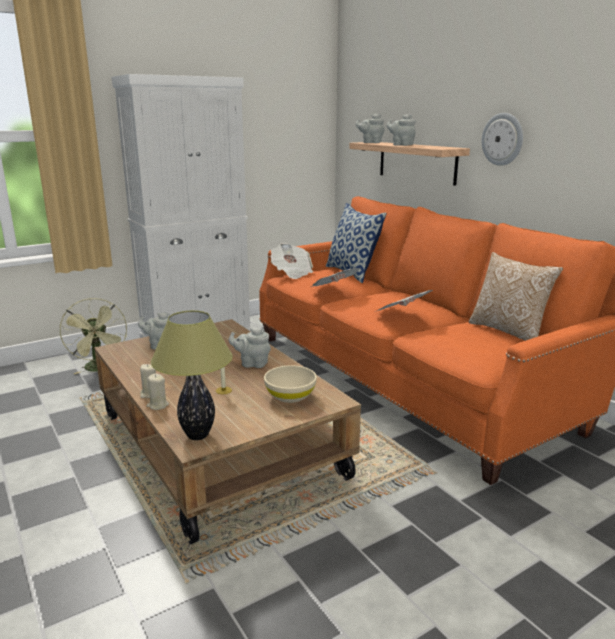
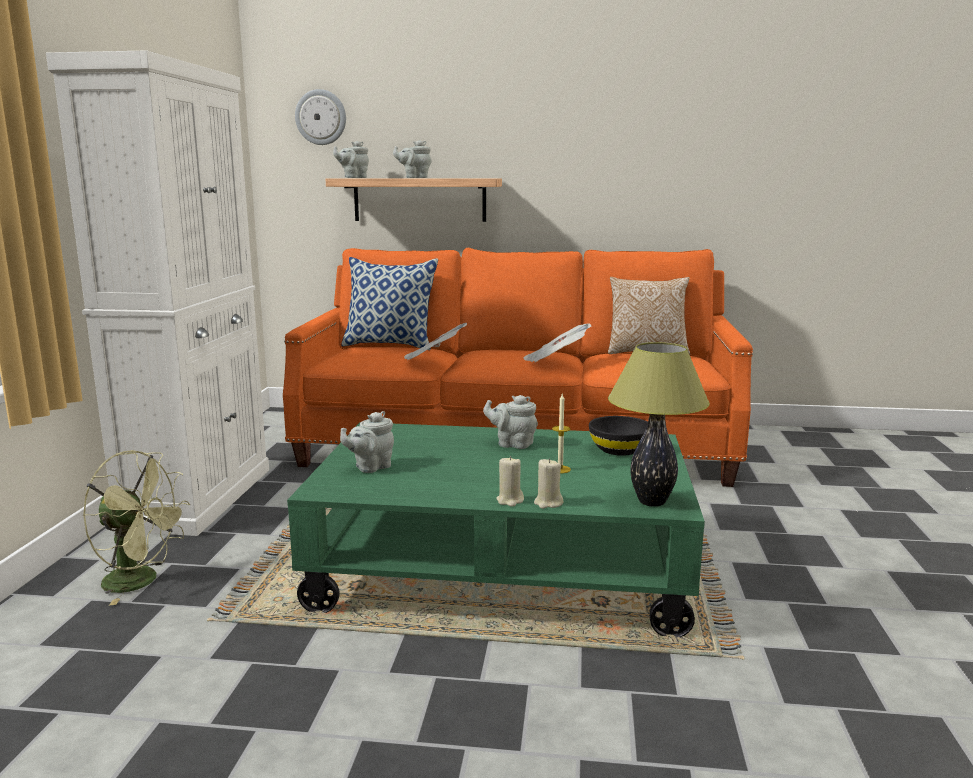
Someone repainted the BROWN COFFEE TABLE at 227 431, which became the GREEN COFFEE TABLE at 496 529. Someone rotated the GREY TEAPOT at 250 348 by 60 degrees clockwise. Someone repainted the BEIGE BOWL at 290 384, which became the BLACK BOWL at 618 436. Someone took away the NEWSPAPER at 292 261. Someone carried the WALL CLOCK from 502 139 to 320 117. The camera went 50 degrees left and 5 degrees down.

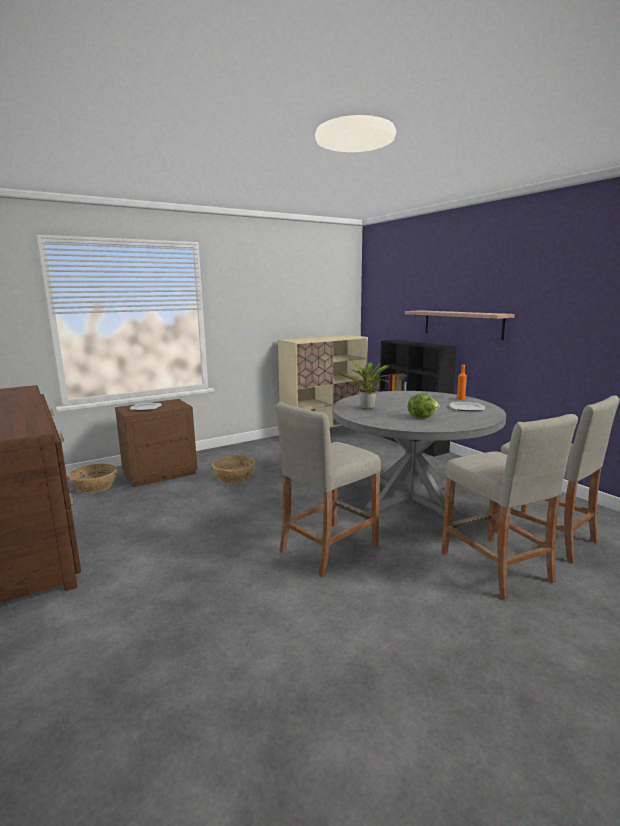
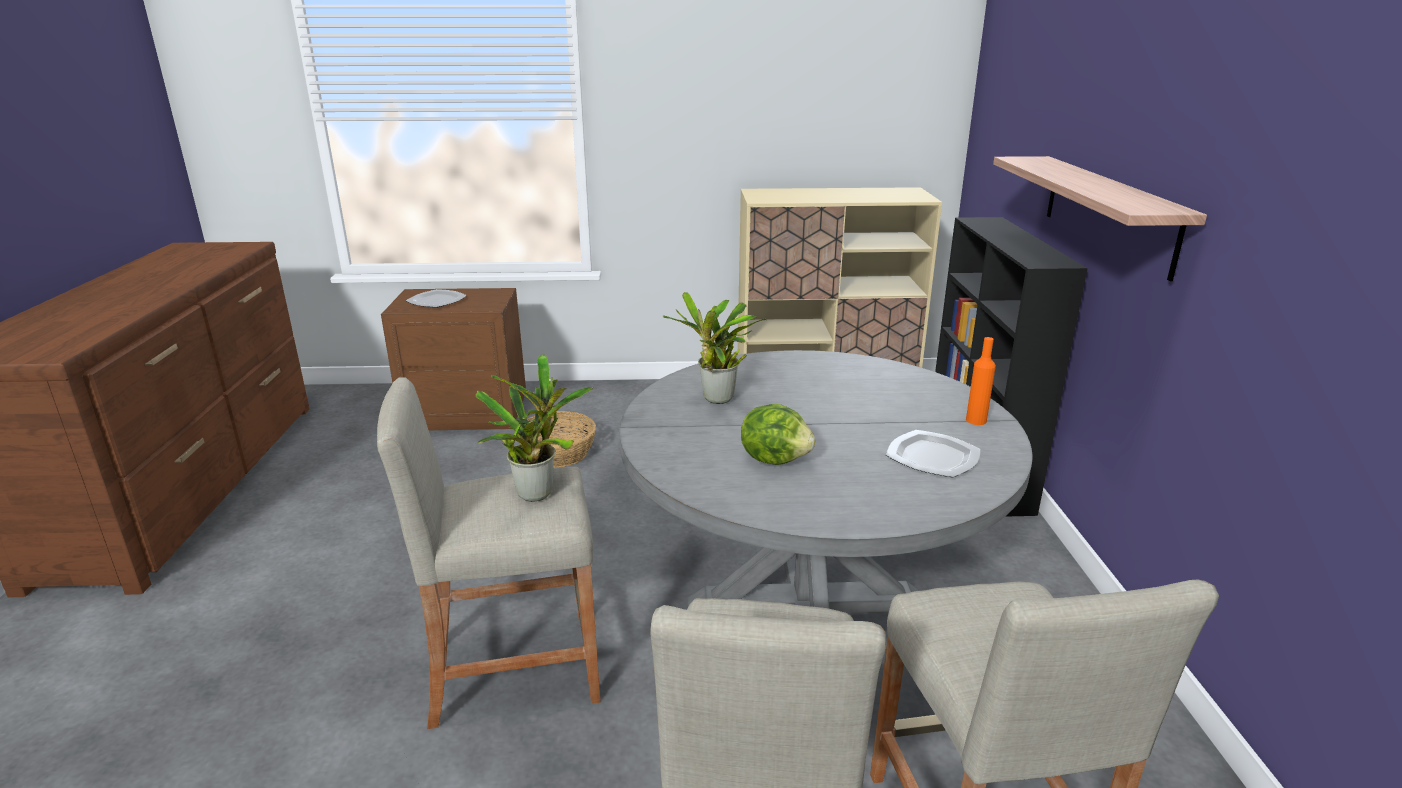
Someone took away the BASKET at 93 478. Someone put down the POTTED PLANT at 534 428. The camera went 30 degrees right and 10 degrees up.

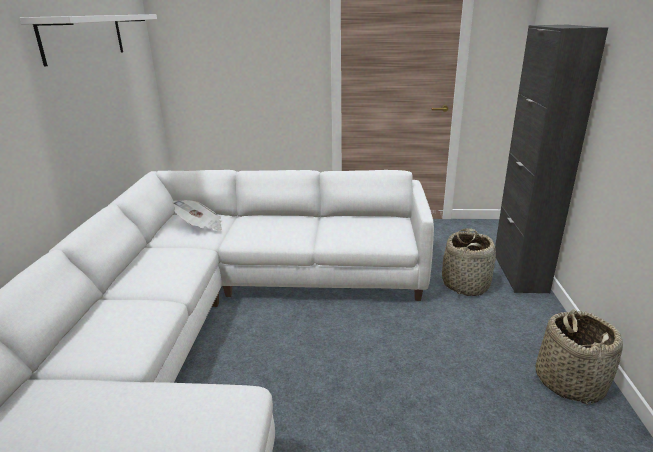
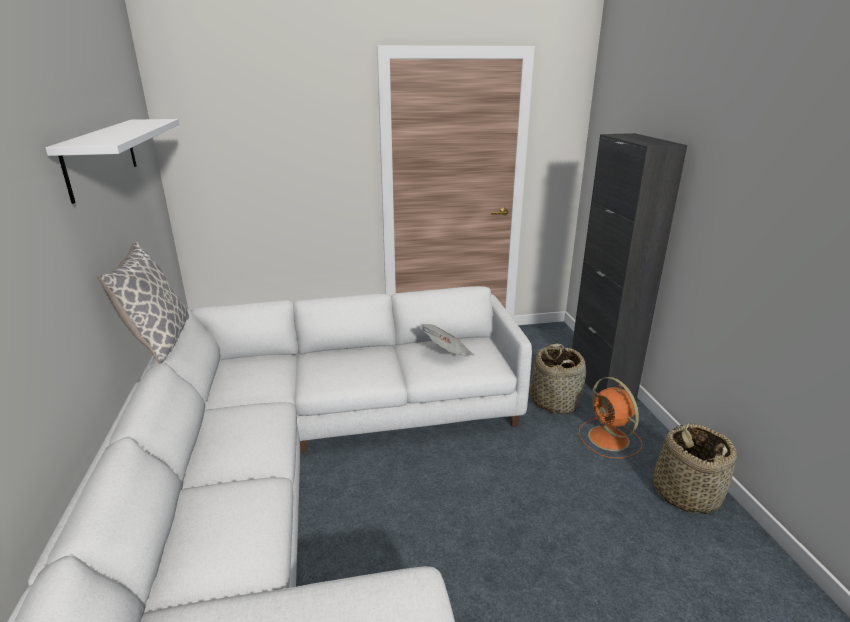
Someone carried the NEWSPAPER from 197 215 to 447 339. Someone put down the PILLOW at 143 303. Someone put down the ORANGE FAN at 611 418. The camera went 15 degrees left and 0 degrees up.

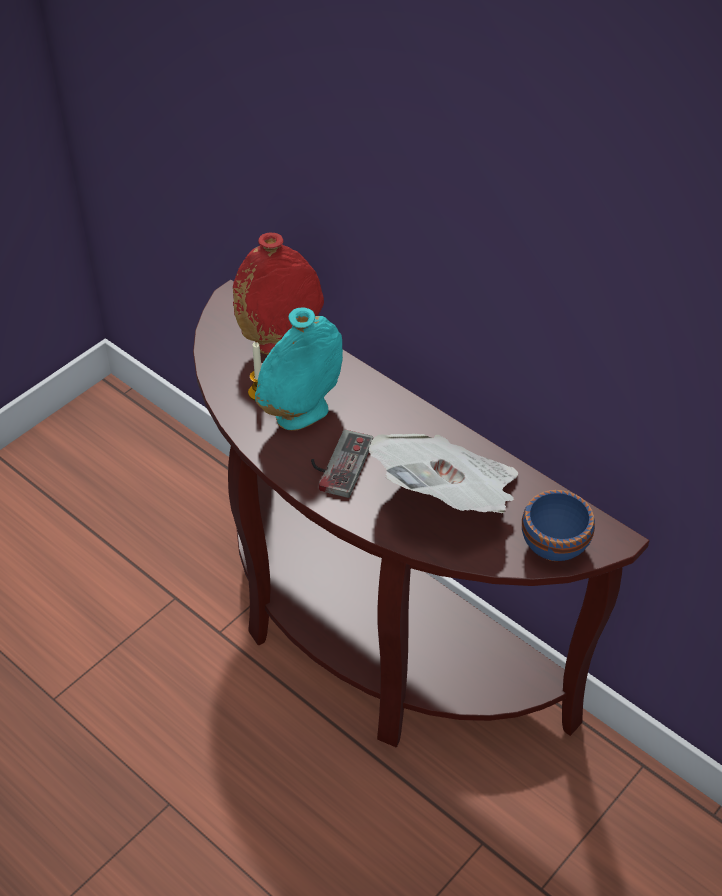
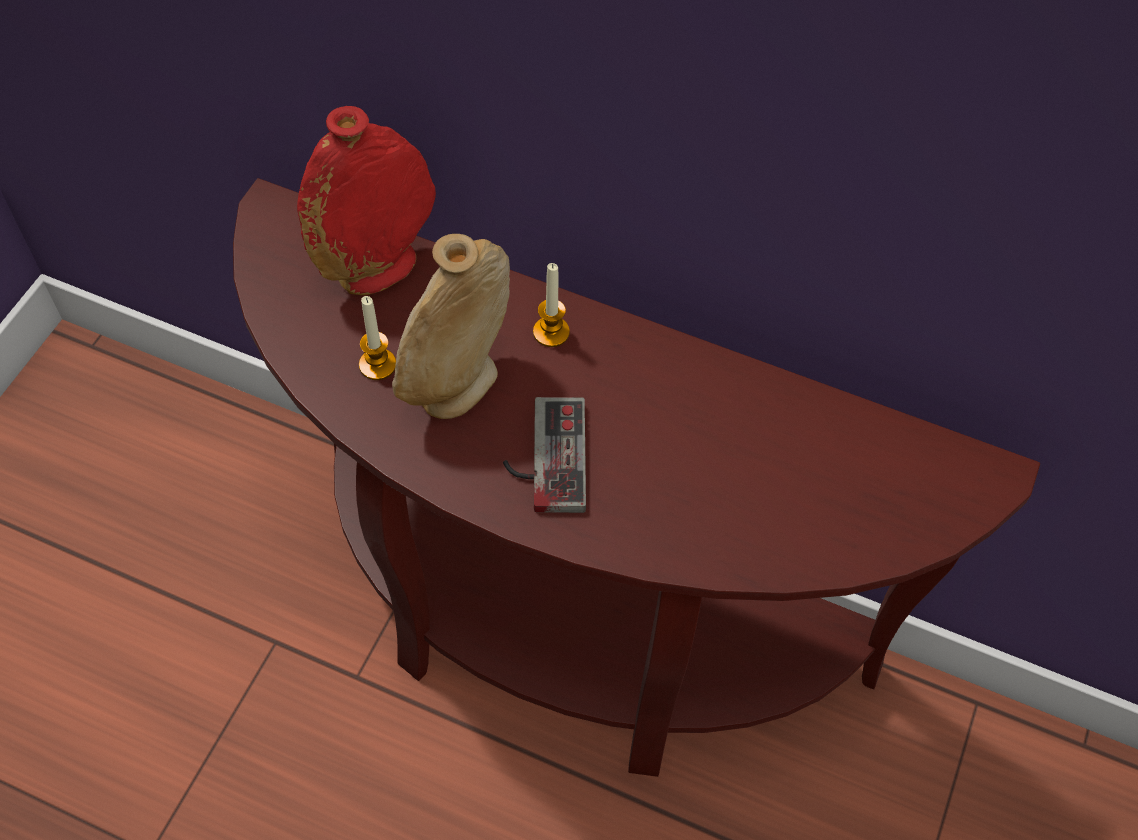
Someone repainted the TURQUOISE VASE at 299 369, which became the BEIGE VASE at 451 326. Someone took away the NEWSPAPER at 444 474. Someone took away the BLUE BOWL at 558 525. Someone put down the CANDLE at 551 305. The camera went 20 degrees left and 10 degrees up.

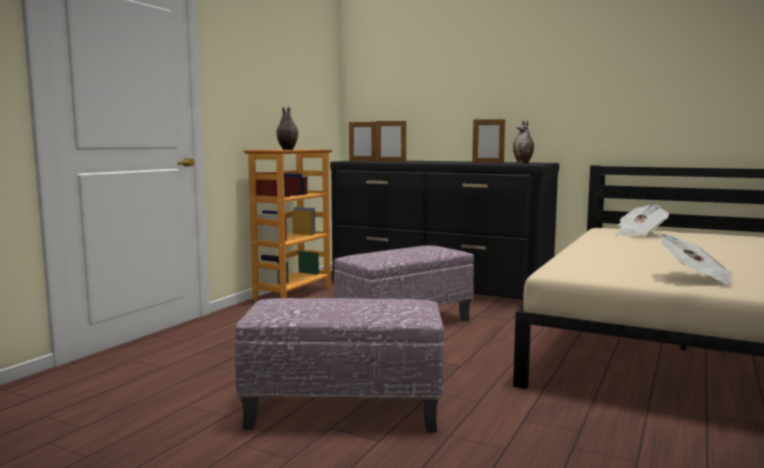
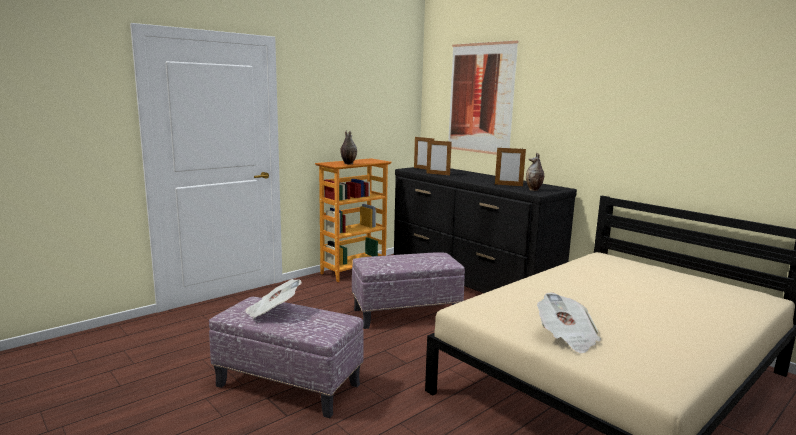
Someone carried the NEWSPAPER from 642 220 to 273 299. Someone put up the PICTURE at 483 97. The camera went 20 degrees right and 5 degrees up.

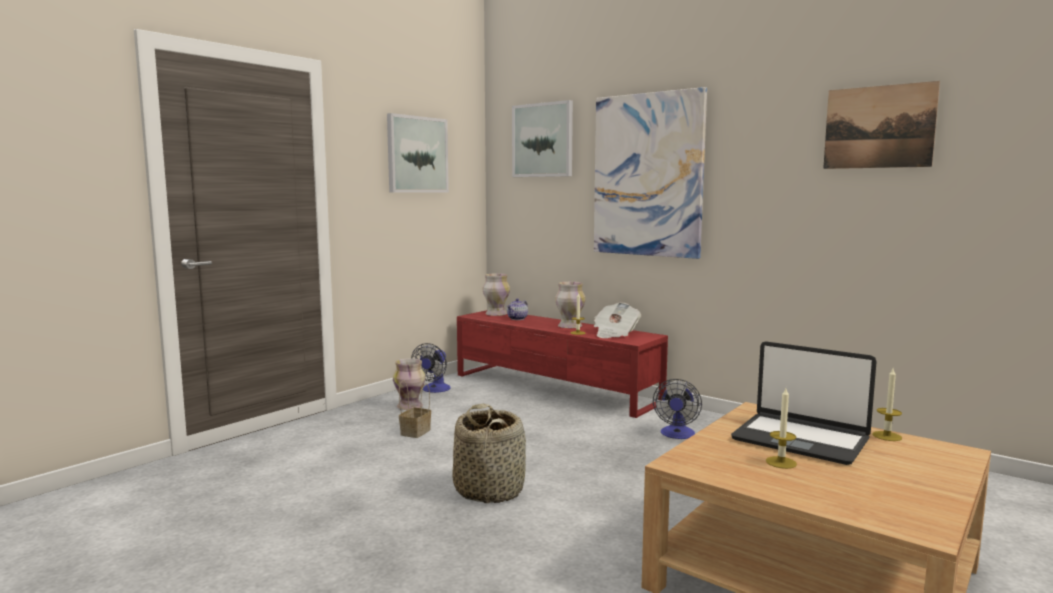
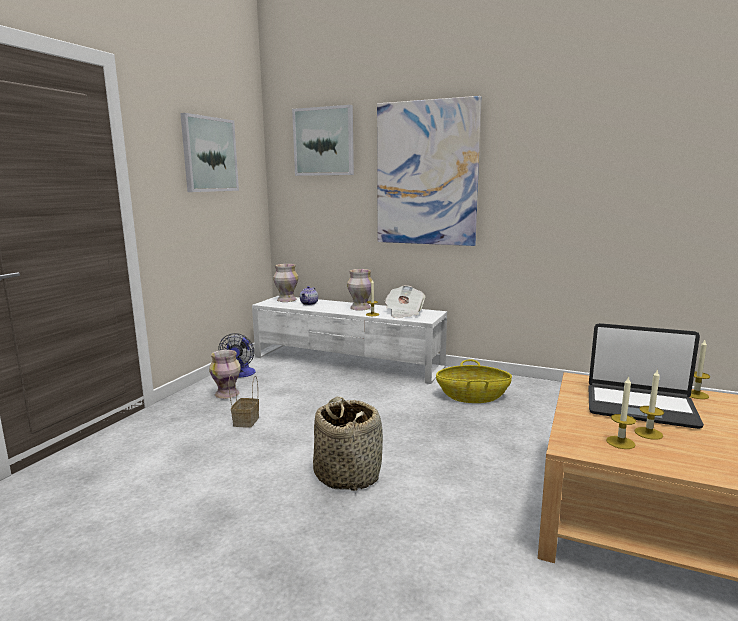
Someone repainted the RED TV STAND at 562 364, which became the WHITE TV STAND at 349 340. Someone swapped the FAN at 677 409 for the BASKET at 474 381. Someone took away the PICTURE at 881 125. Someone put down the CANDLE at 621 412. The camera went 15 degrees left and 5 degrees up.

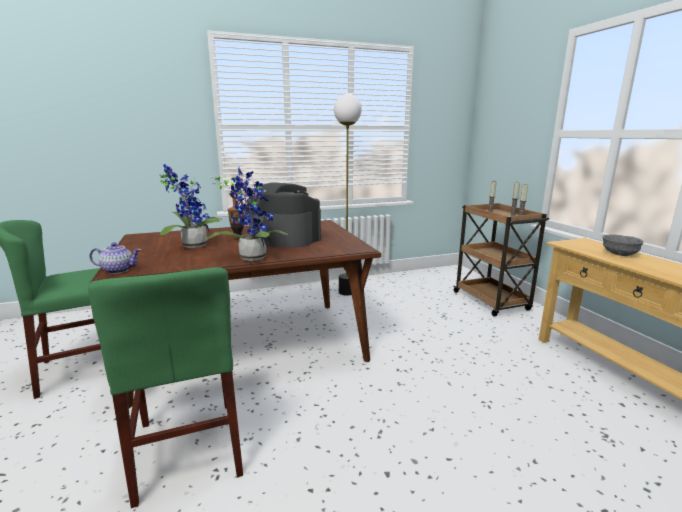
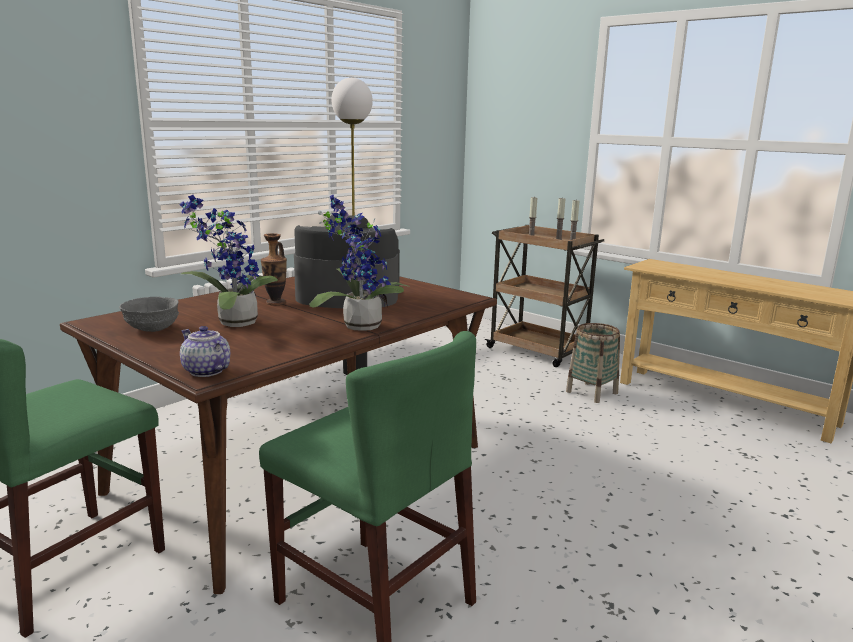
Someone rotated the TEAPOT at 115 258 by 105 degrees counterclockwise. Someone carried the GREY BOWL from 623 245 to 149 314. Someone put down the BASKET at 593 363. The camera went 30 degrees left and 0 degrees up.

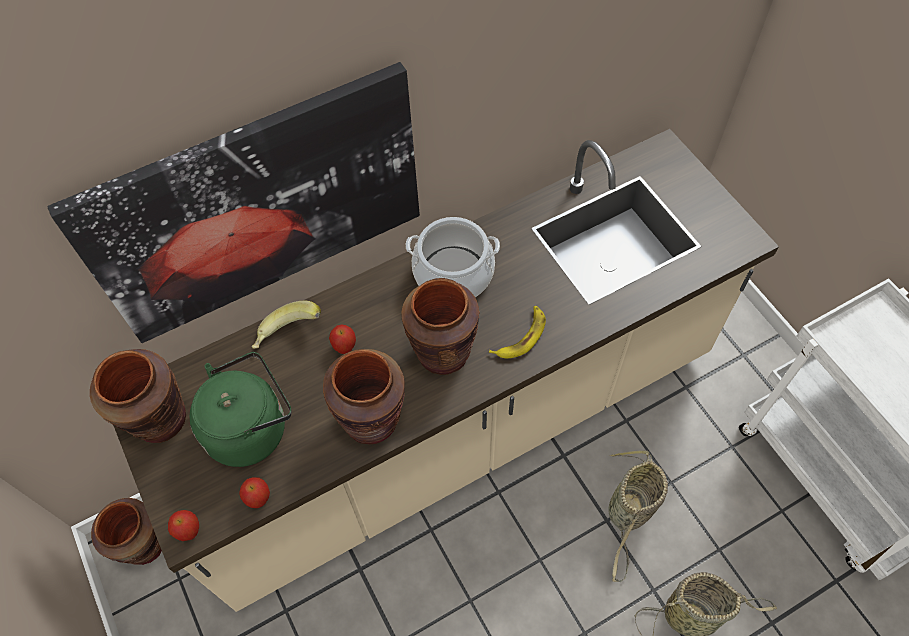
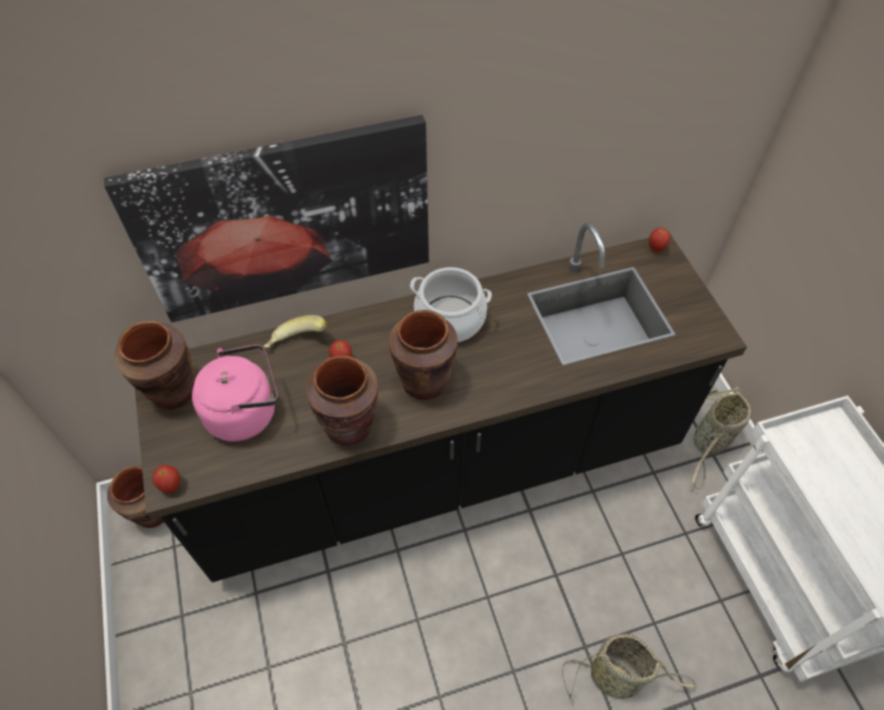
Someone repainted the BEIGE COUNTER at 446 370, which became the BLACK COUNTER at 441 402. Someone repainted the GREEN KETTLE at 241 409, which became the PINK KETTLE at 235 393. Someone carried the APPLE from 254 492 to 660 240. Someone took away the BANANA at 517 332. Someone carried the BASKET from 638 516 to 721 437. The camera went 10 degrees right and 5 degrees down.

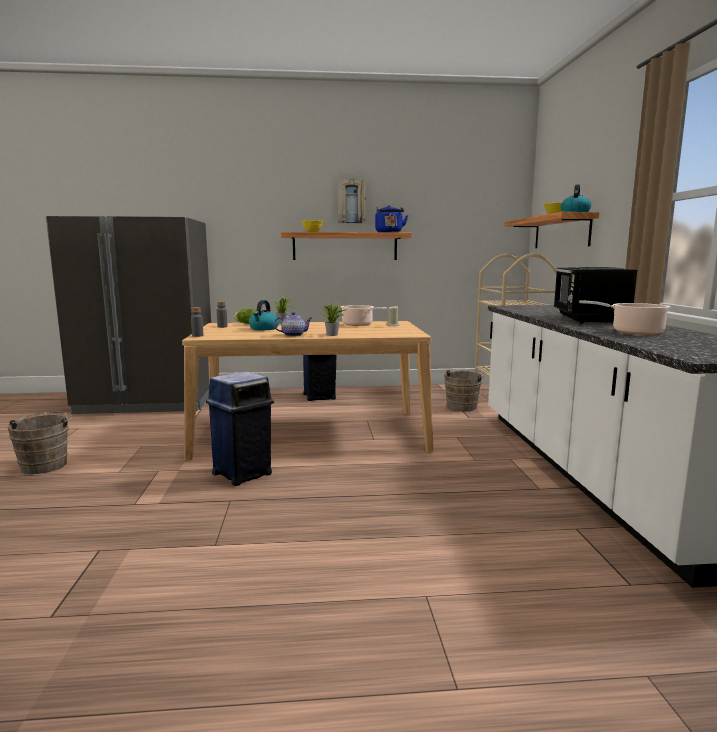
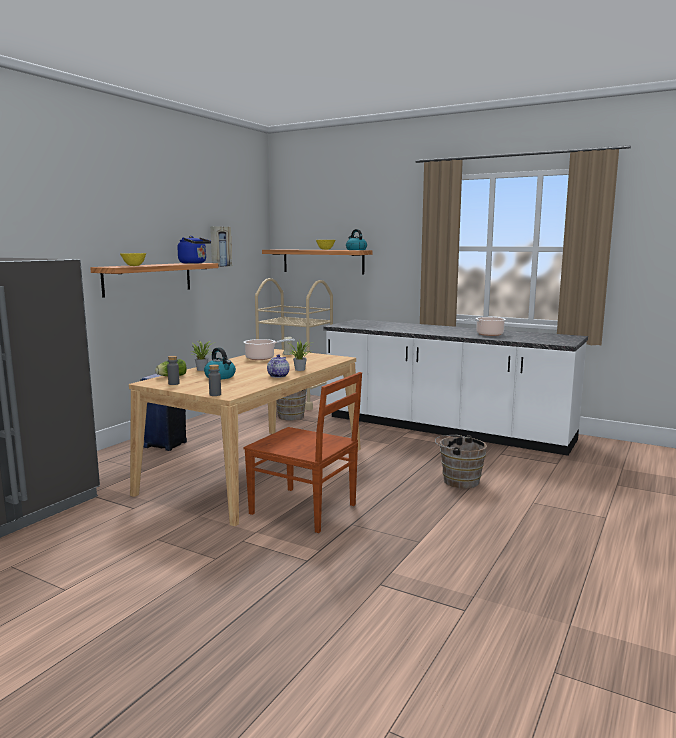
Someone carried the BROWN BUCKET from 40 443 to 461 462. Someone swapped the BLUE TRASH CAN at 240 428 for the BROWN CHAIR at 303 452. Someone carried the PICTURE from 352 201 to 221 246. Someone took away the BLACK MICROWAVE at 595 295. The camera went 55 degrees left and 0 degrees up.

